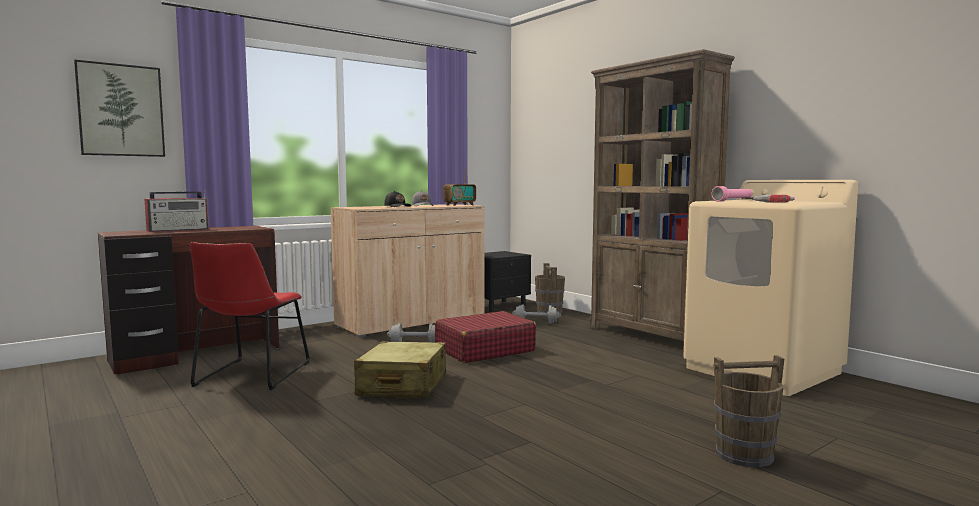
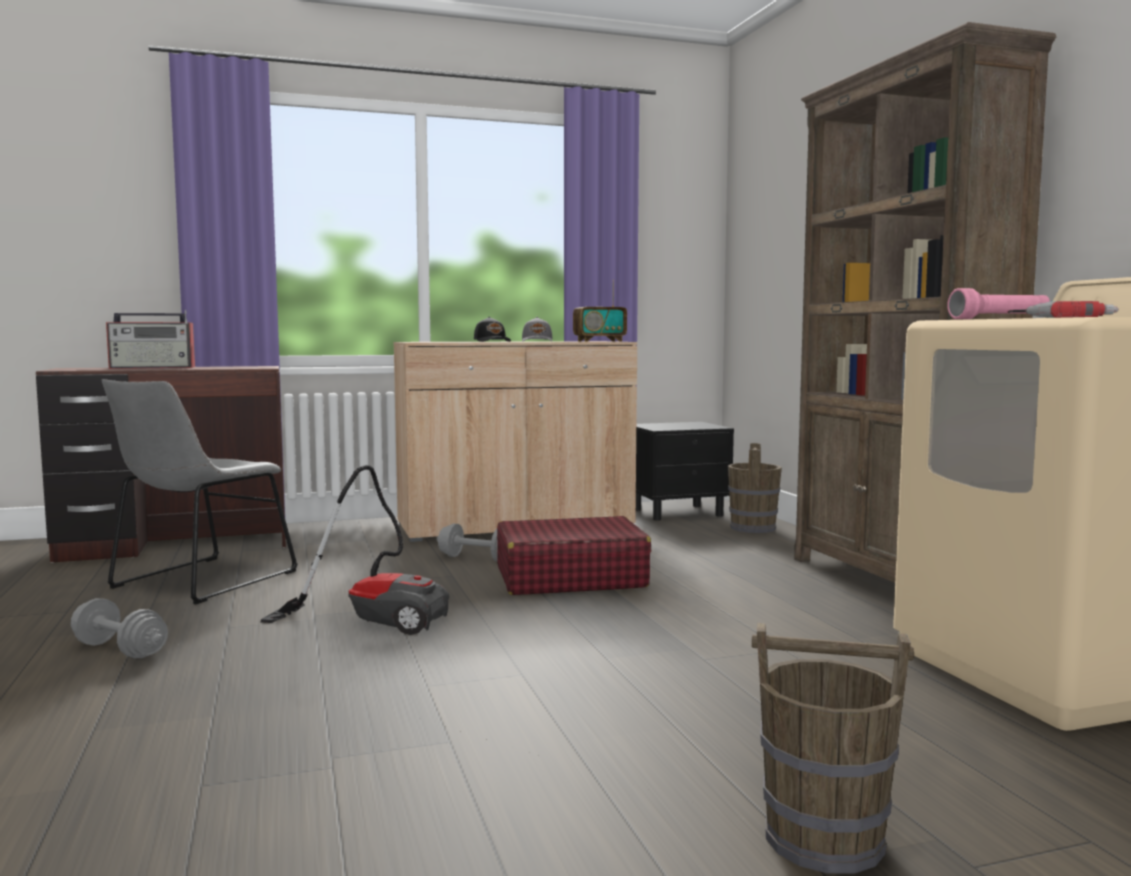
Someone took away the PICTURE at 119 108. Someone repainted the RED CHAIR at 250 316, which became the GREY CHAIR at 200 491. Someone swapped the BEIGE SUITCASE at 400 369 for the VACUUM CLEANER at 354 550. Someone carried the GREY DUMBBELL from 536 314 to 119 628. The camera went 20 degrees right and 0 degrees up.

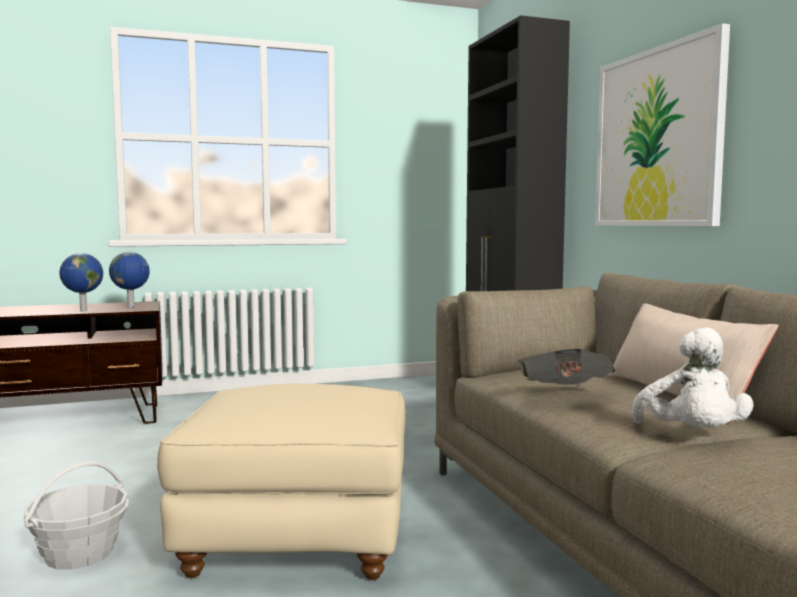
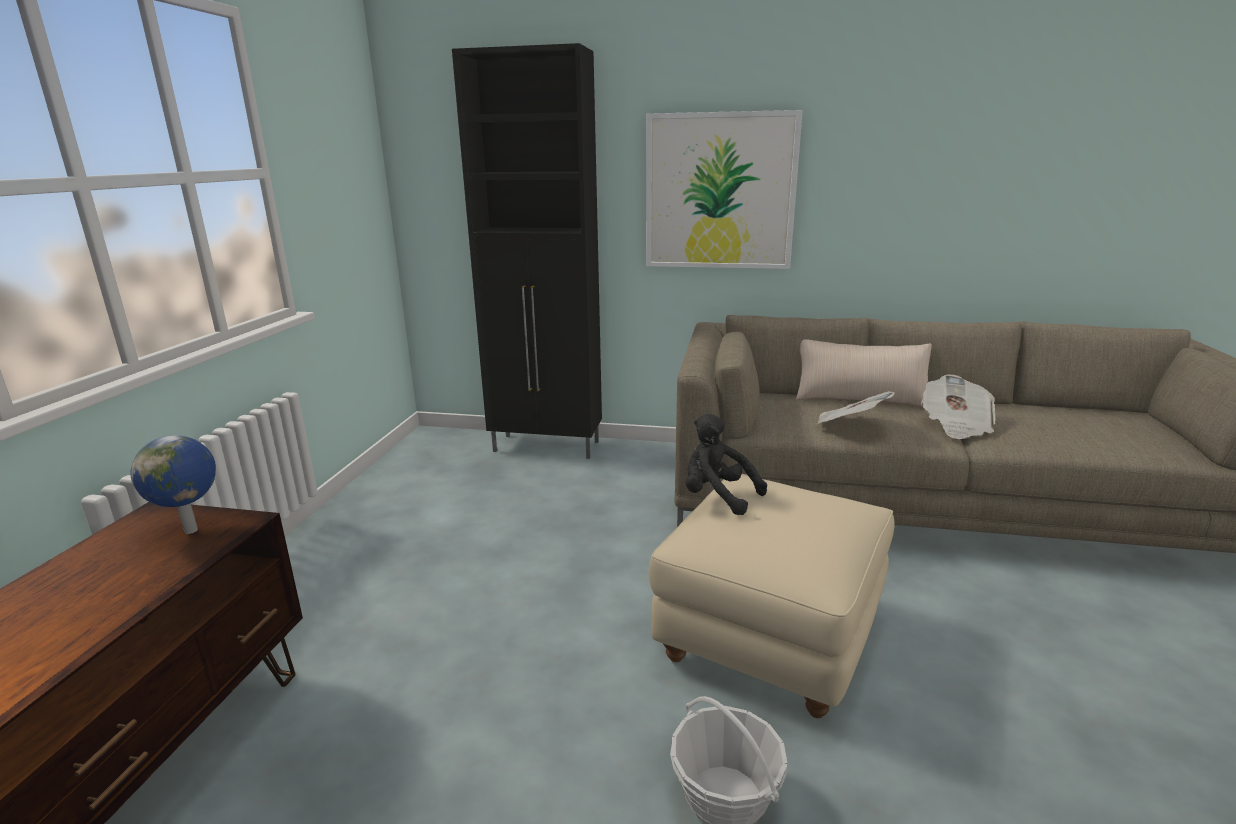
Someone took away the GLOBE at 81 282. Someone swapped the WHITE PLUSH TOY at 693 377 for the NEWSPAPER at 958 406. Someone put down the BLACK PLUSH TOY at 726 464. The camera went 60 degrees left and 15 degrees up.

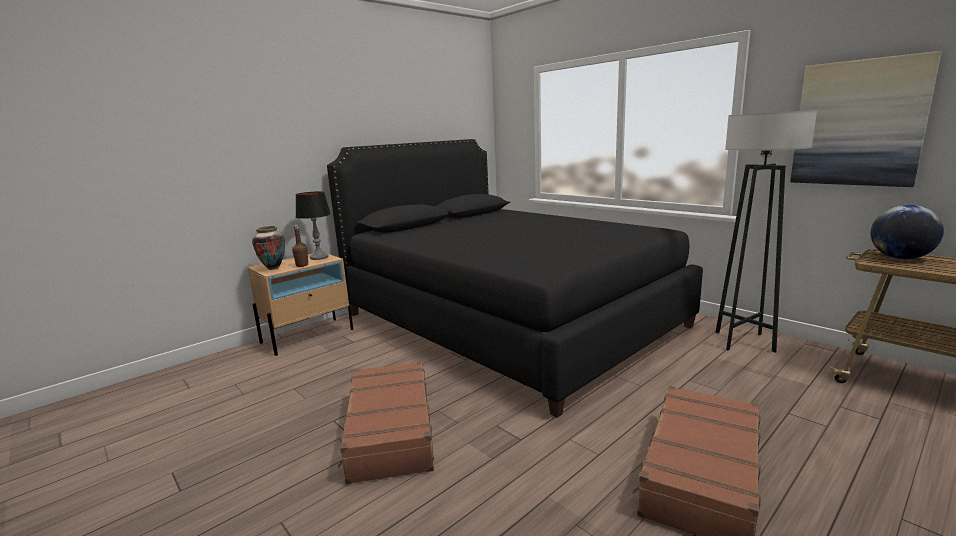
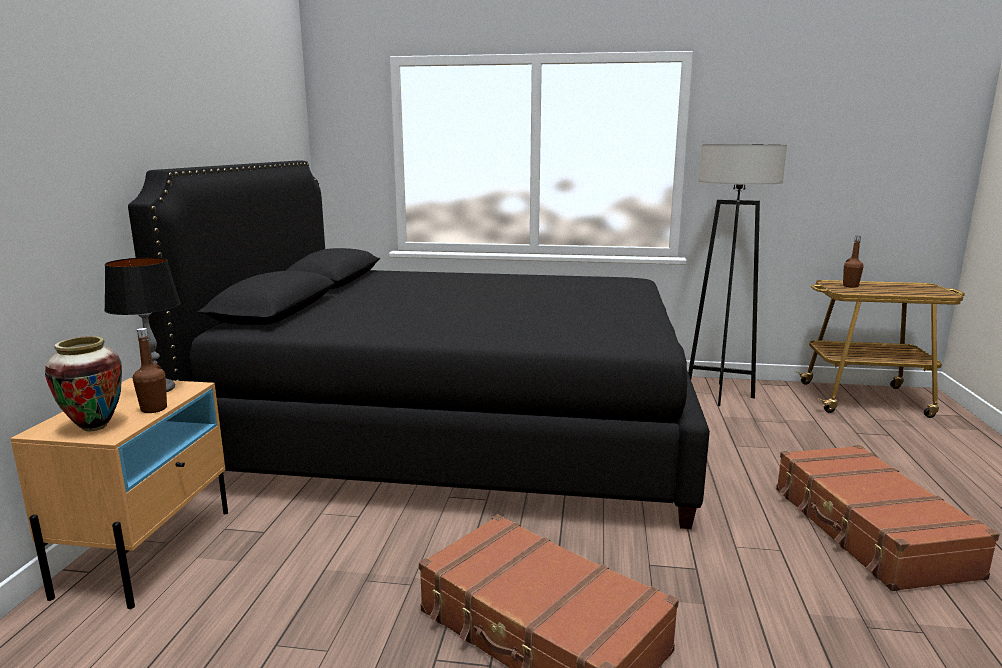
Someone took away the PICTURE at 865 119. Someone swapped the GLOBE at 907 232 for the BROWN BOTTLE at 853 262. The camera went 40 degrees left and 0 degrees up.

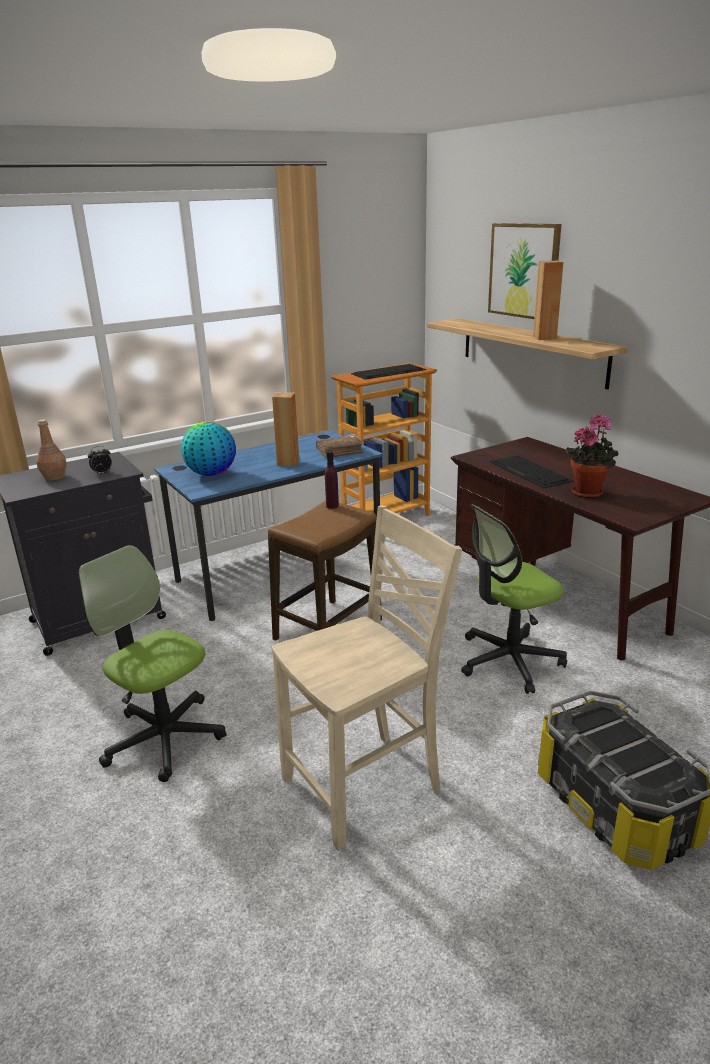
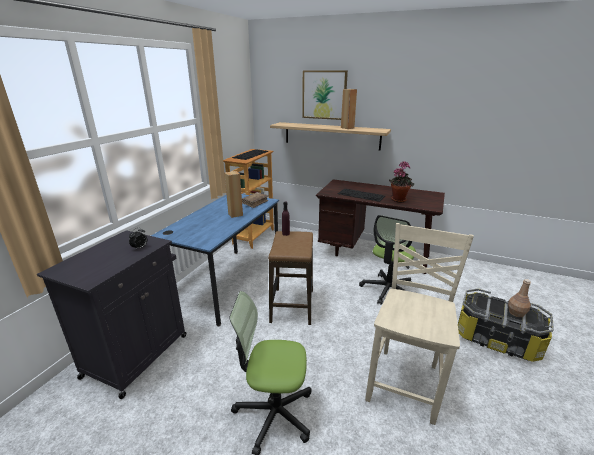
Someone carried the BROWN BOTTLE from 51 450 to 519 298. Someone took away the GLOBE at 208 449. The camera went 35 degrees left and 0 degrees up.

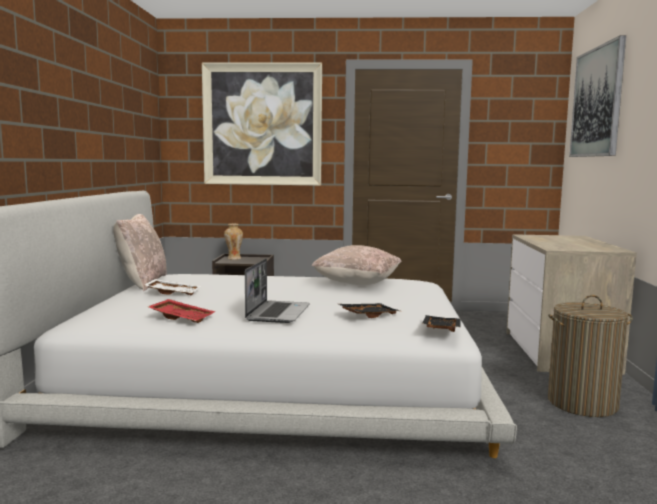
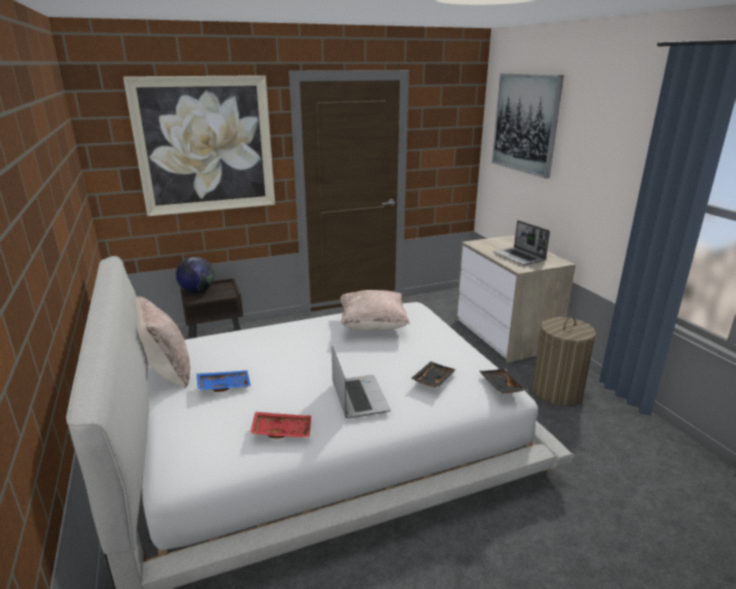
Someone repainted the WHITE TRAY at 172 287, which became the BLUE TRAY at 224 381. Someone swapped the VASE at 233 242 for the GLOBE at 195 275. Someone put down the LAPTOP at 521 242. The camera went 25 degrees left and 15 degrees up.

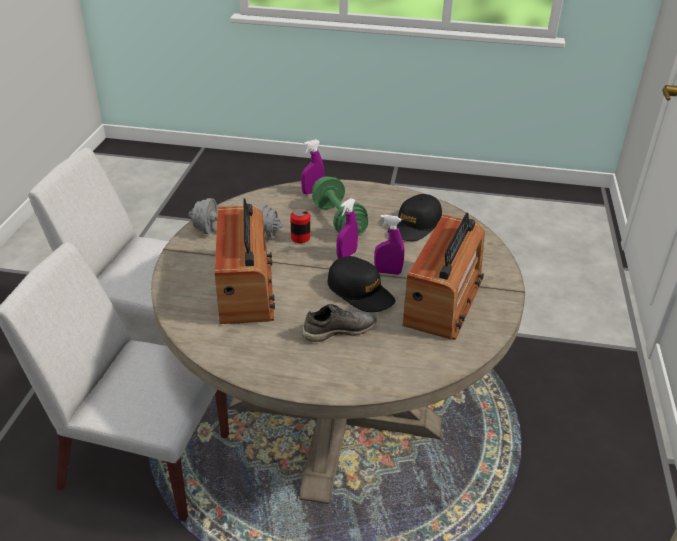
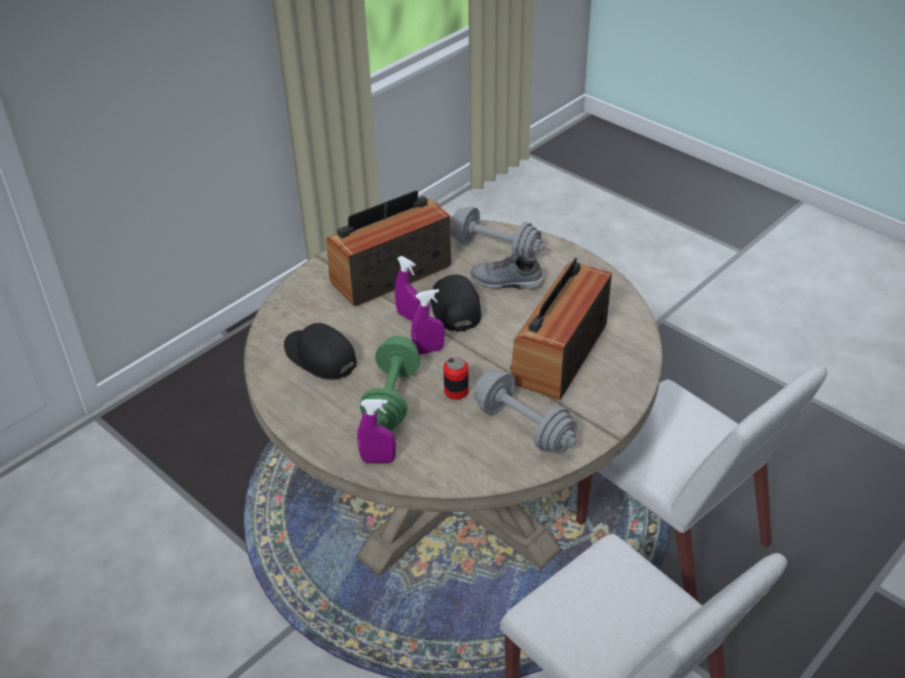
Someone rotated the BLACK CAP at 415 217 by 120 degrees counterclockwise. Someone put down the GREY DUMBBELL at 497 233. The camera went 145 degrees left and 5 degrees up.

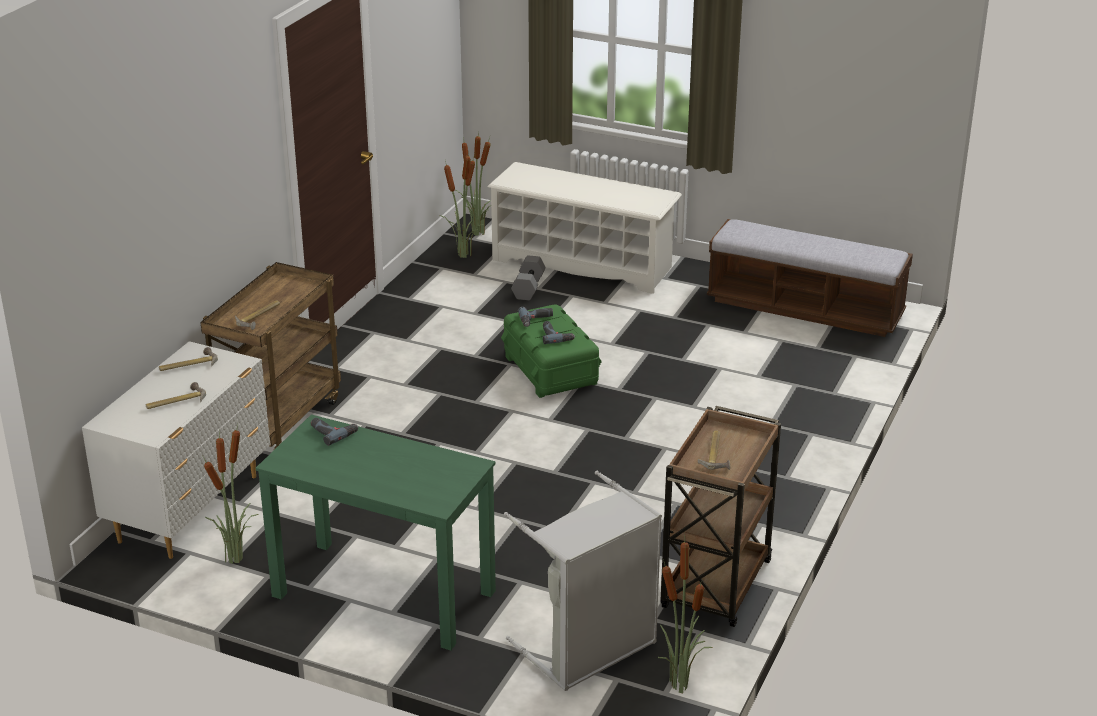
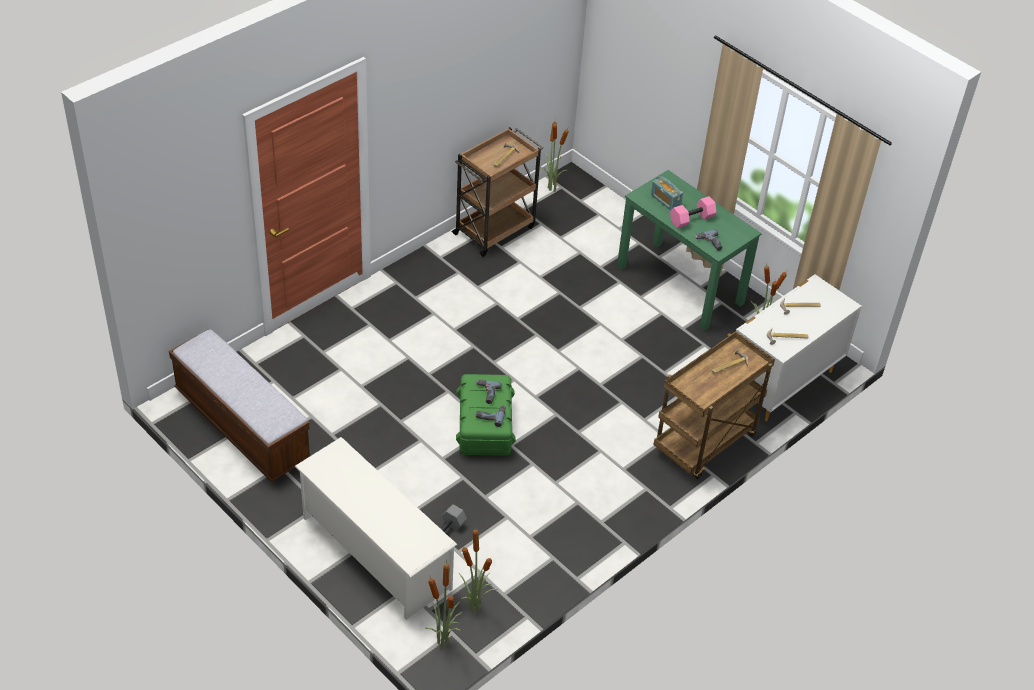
Someone took away the GREY LAUNDRY BASKET at 583 581. Someone put down the RADIO at 667 193. Someone put down the PINK DUMBBELL at 693 212. The camera went 160 degrees left and 15 degrees up.

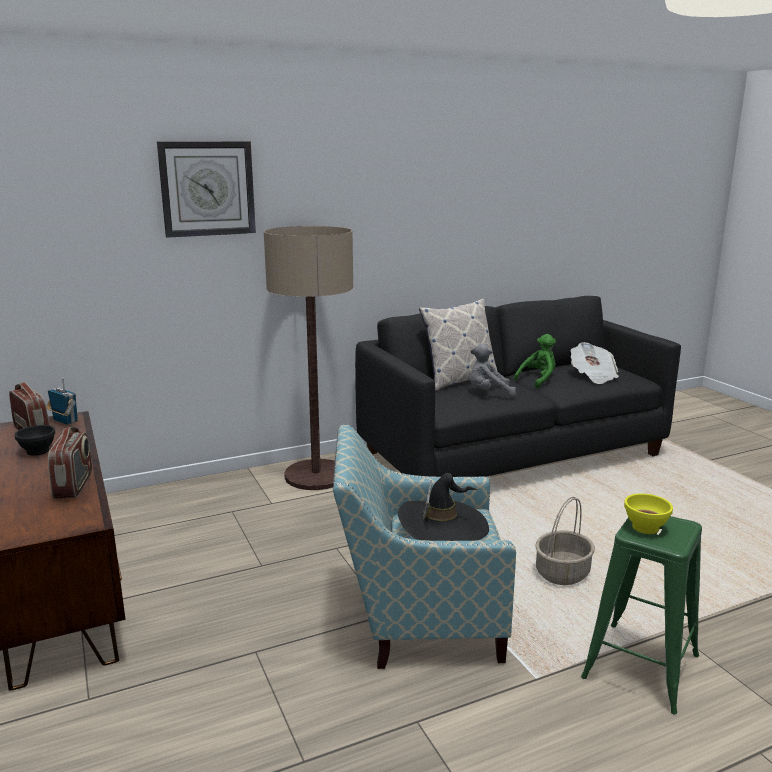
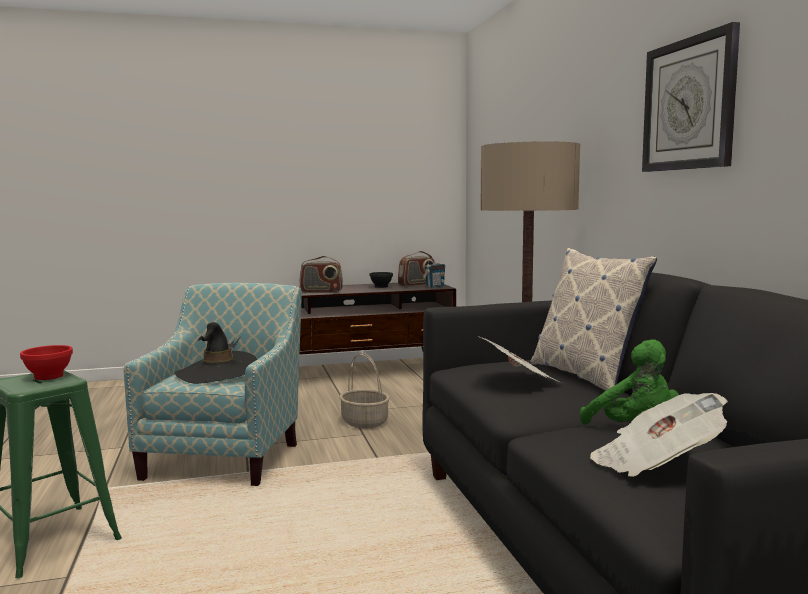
Someone carried the WALL CLOCK from 206 189 to 691 97. Someone swapped the GREY PLUSH TOY at 492 370 for the NEWSPAPER at 521 360. Someone carried the BASKET from 565 541 to 364 391. Someone repainted the YELLOW BOWL at 648 513, which became the RED BOWL at 46 362. The camera went 100 degrees right and 10 degrees down.

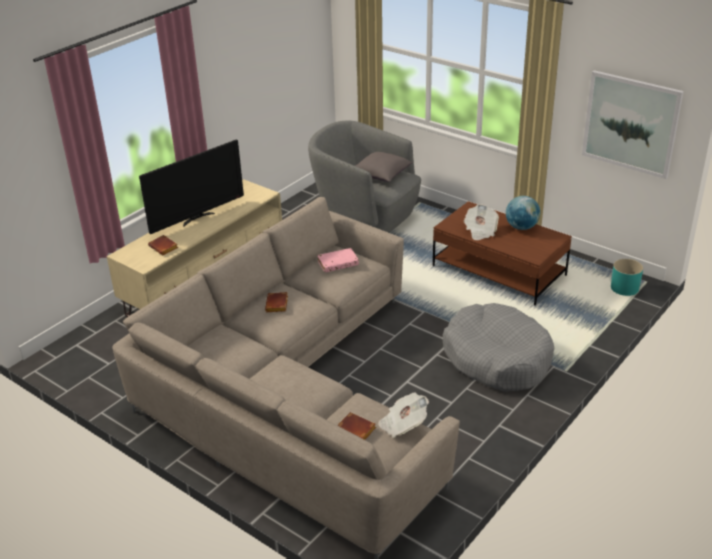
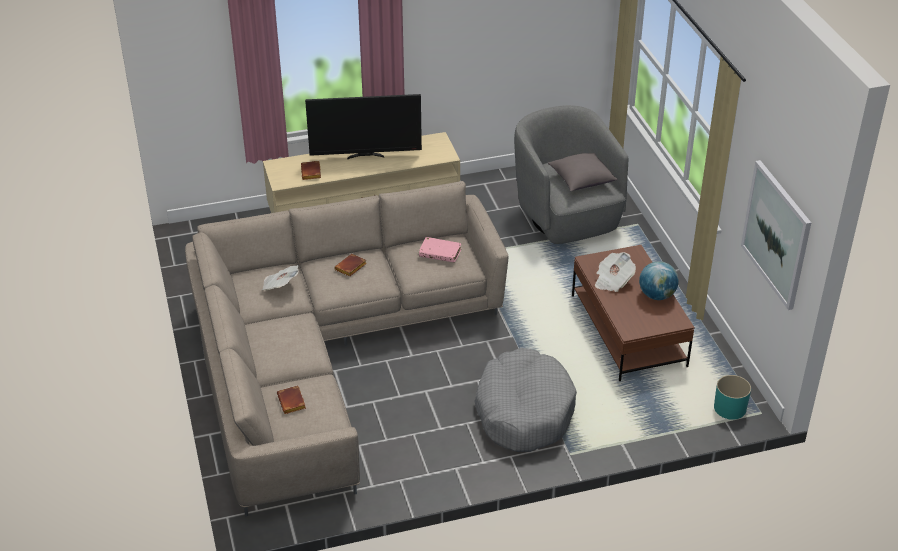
Someone carried the NEWSPAPER from 403 415 to 280 278. The camera went 35 degrees right and 5 degrees up.

